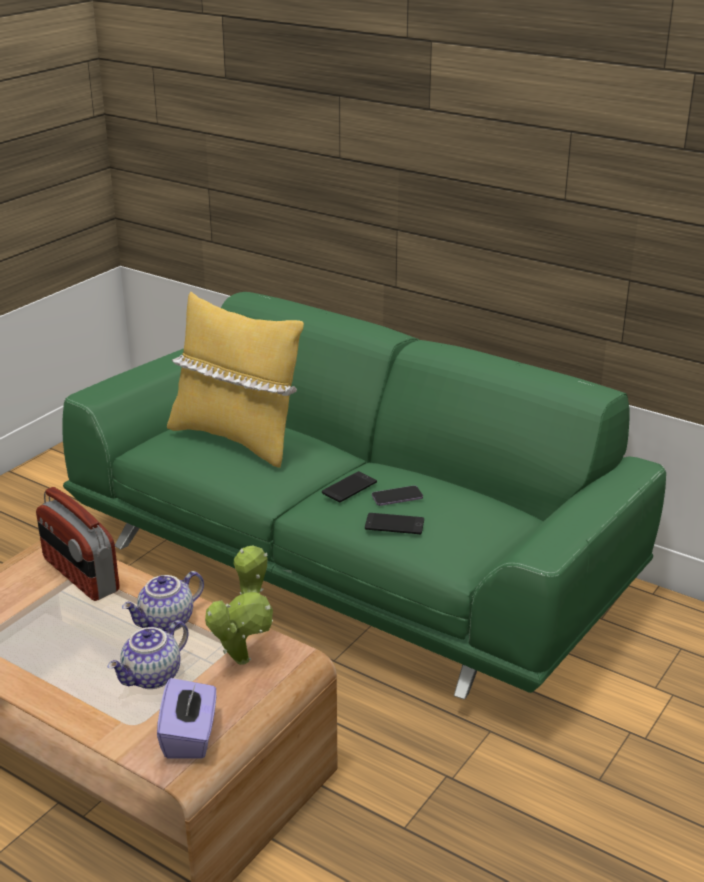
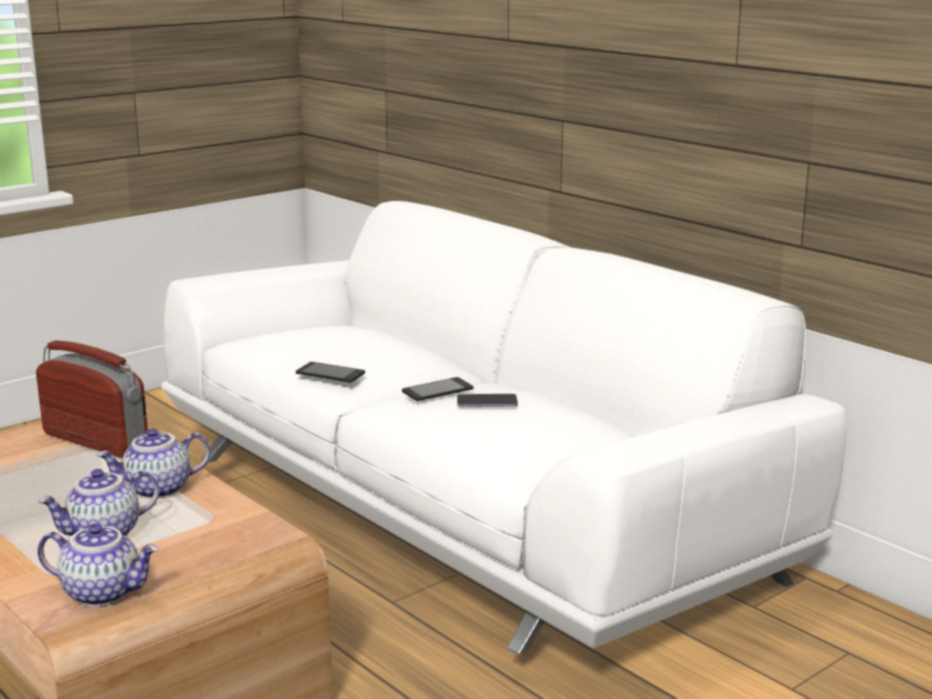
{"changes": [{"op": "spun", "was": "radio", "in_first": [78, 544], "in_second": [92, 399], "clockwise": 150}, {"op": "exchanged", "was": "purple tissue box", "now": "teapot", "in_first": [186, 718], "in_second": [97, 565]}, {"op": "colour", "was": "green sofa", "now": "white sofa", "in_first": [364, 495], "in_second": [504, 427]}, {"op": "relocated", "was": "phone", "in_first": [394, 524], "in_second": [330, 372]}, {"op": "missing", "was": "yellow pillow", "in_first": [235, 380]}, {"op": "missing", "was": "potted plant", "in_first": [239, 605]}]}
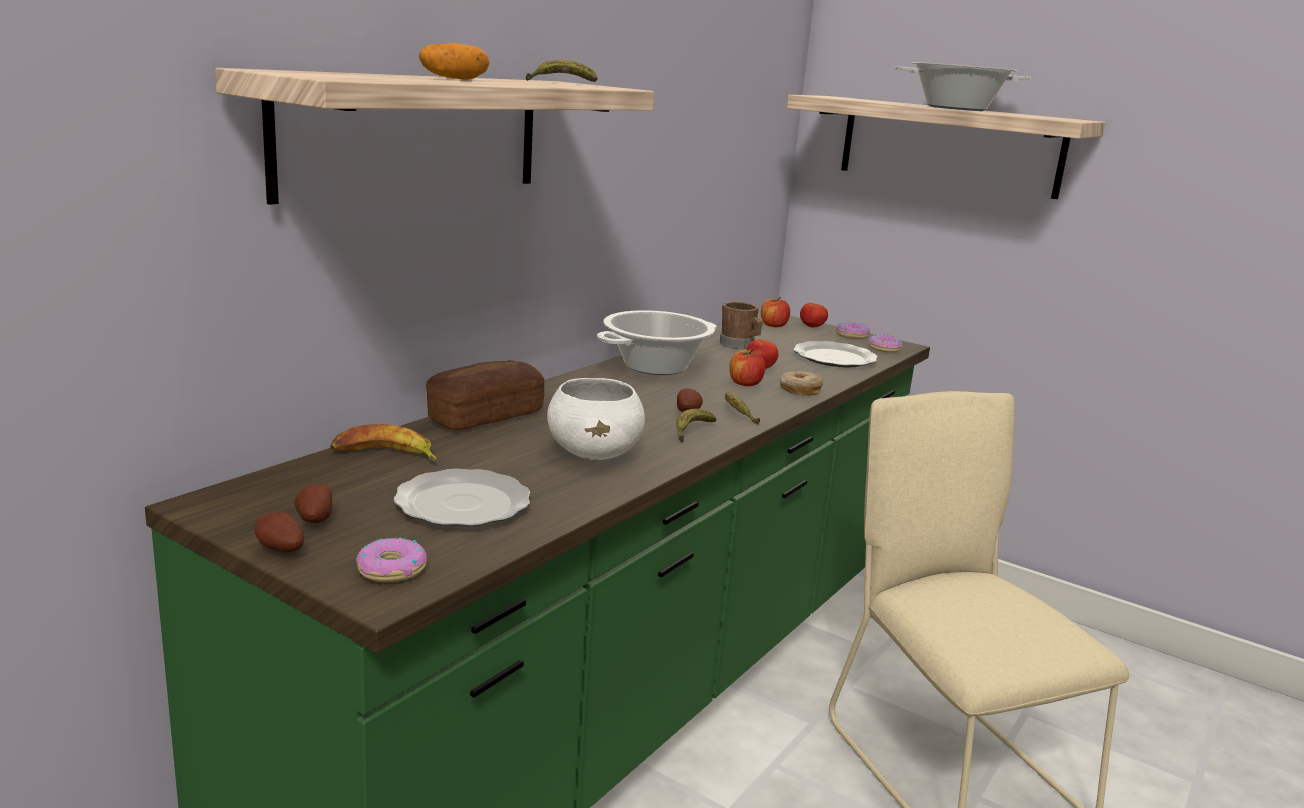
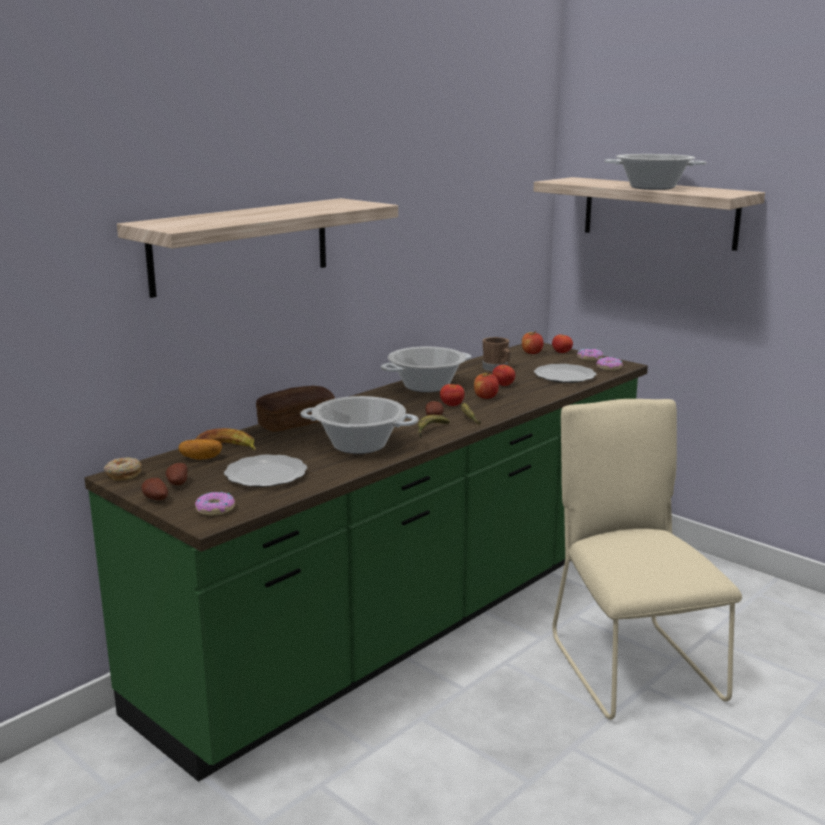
{"changes": [{"op": "relocated", "was": "donut", "in_first": [801, 383], "in_second": [123, 469]}, {"op": "relocated", "was": "potato", "in_first": [454, 61], "in_second": [200, 449]}, {"op": "exchanged", "was": "white bowl", "now": "cooking pot", "in_first": [596, 419], "in_second": [359, 425]}, {"op": "appeared", "now": "tomato", "in_second": [452, 395]}, {"op": "missing", "was": "banana", "in_first": [561, 71]}]}
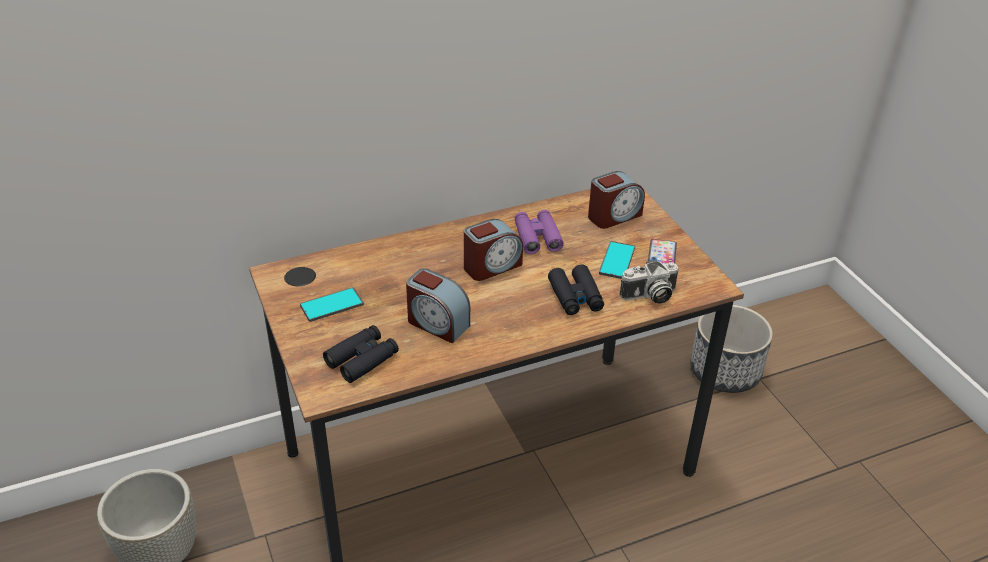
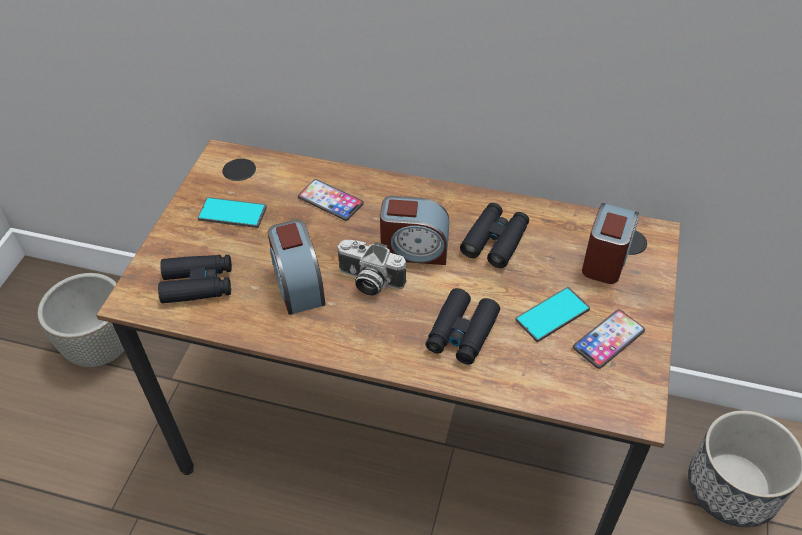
{"changes": [{"op": "appeared", "now": "phone", "in_second": [331, 200]}, {"op": "relocated", "was": "photo camera", "in_first": [648, 282], "in_second": [372, 268]}, {"op": "colour", "was": "purple binoculars", "now": "black binoculars", "in_first": [539, 232], "in_second": [494, 235]}, {"op": "spun", "was": "alarm clock", "in_first": [616, 200], "in_second": [611, 243], "clockwise": -75}]}
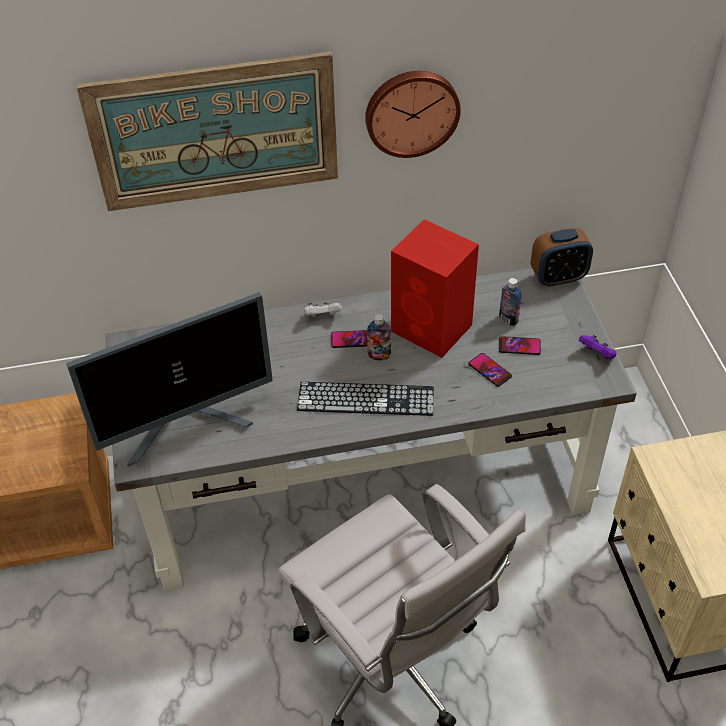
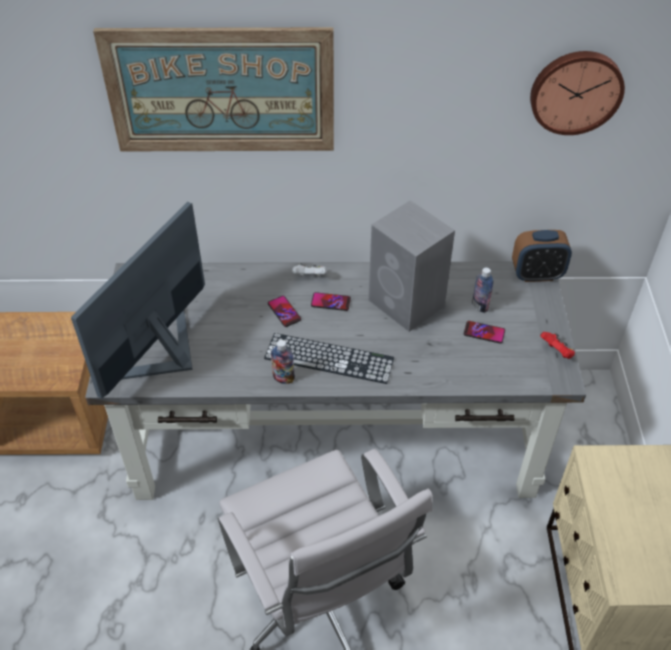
{"changes": [{"op": "spun", "was": "monitor", "in_first": [169, 379], "in_second": [138, 300], "clockwise": 135}, {"op": "relocated", "was": "phone", "in_first": [490, 370], "in_second": [284, 311]}, {"op": "relocated", "was": "bottle", "in_first": [379, 337], "in_second": [283, 362]}, {"op": "colour", "was": "red speaker", "now": "grey speaker", "in_first": [435, 288], "in_second": [411, 266]}, {"op": "relocated", "was": "wall clock", "in_first": [413, 114], "in_second": [577, 93]}, {"op": "colour", "was": "purple game controller", "now": "red game controller", "in_first": [597, 347], "in_second": [557, 345]}]}
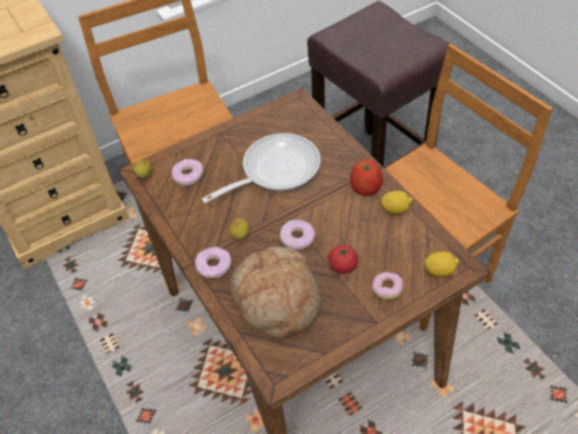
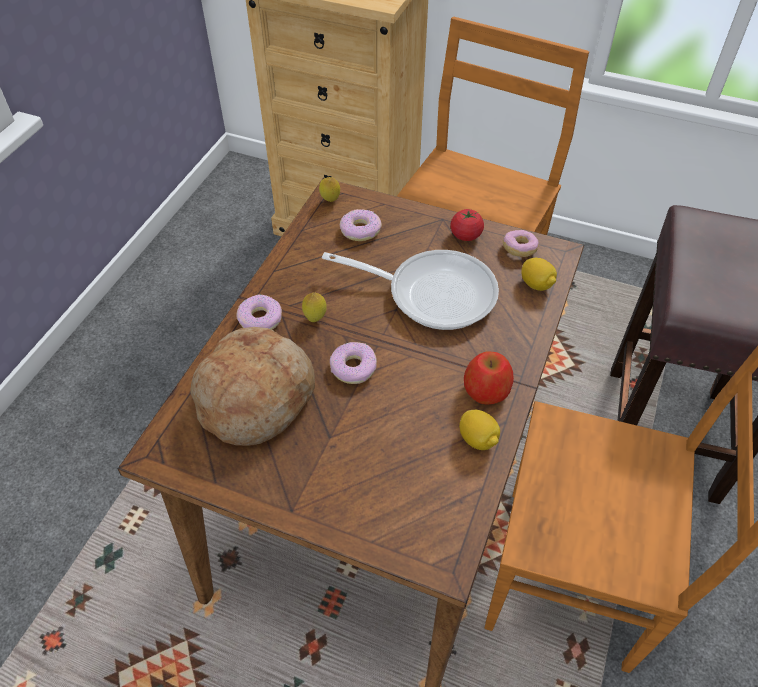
{"changes": [{"op": "relocated", "was": "tomato", "in_first": [343, 258], "in_second": [467, 225]}, {"op": "relocated", "was": "donut", "in_first": [388, 286], "in_second": [521, 243]}, {"op": "relocated", "was": "lemon", "in_first": [441, 264], "in_second": [539, 274]}]}
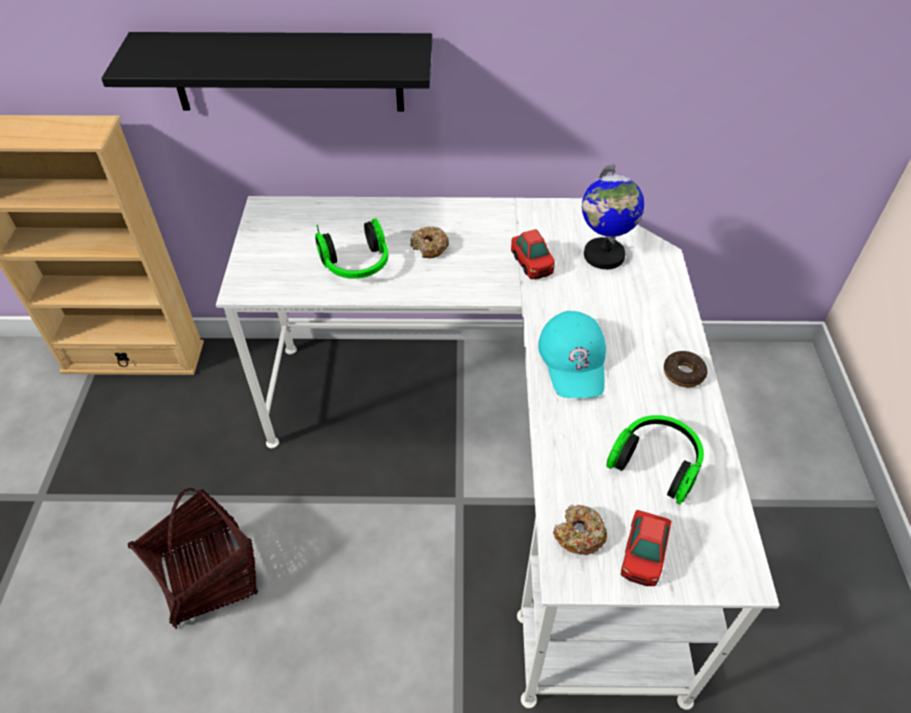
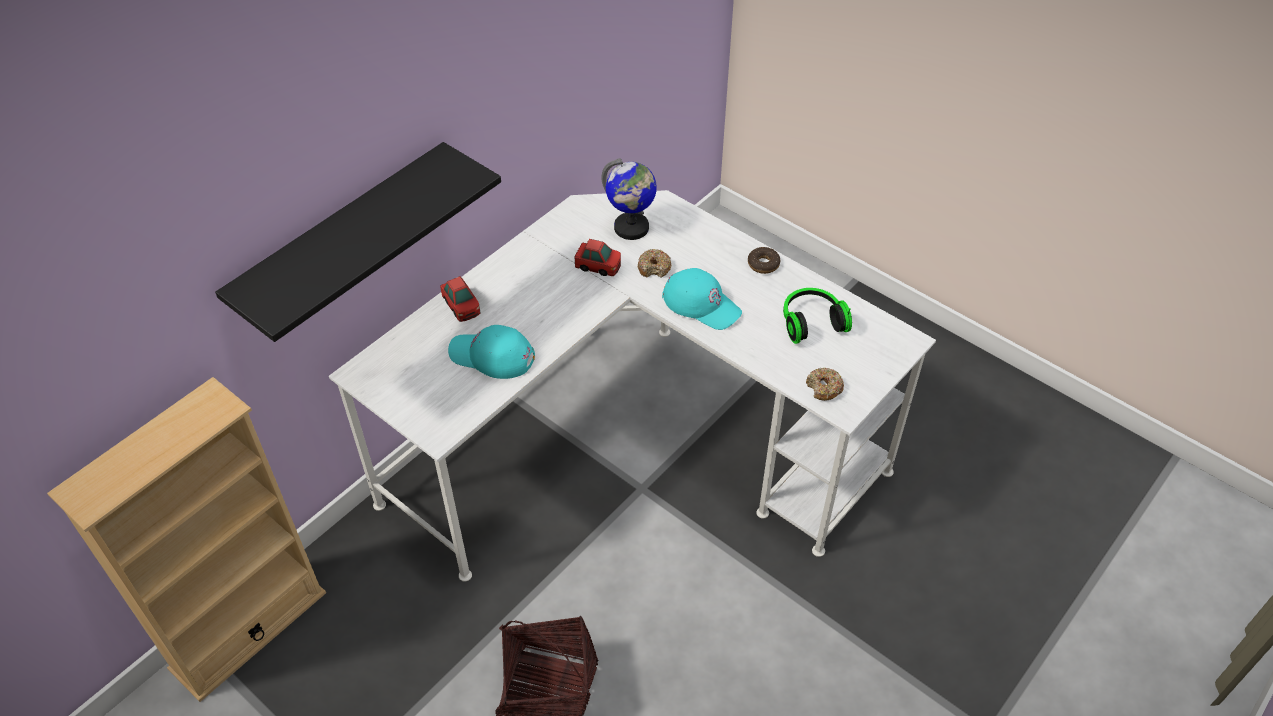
{"changes": [{"op": "relocated", "was": "toy car", "in_first": [646, 548], "in_second": [460, 299]}, {"op": "exchanged", "was": "headphones", "now": "turquoise cap", "in_first": [351, 248], "in_second": [491, 352]}, {"op": "relocated", "was": "donut", "in_first": [430, 242], "in_second": [654, 263]}]}
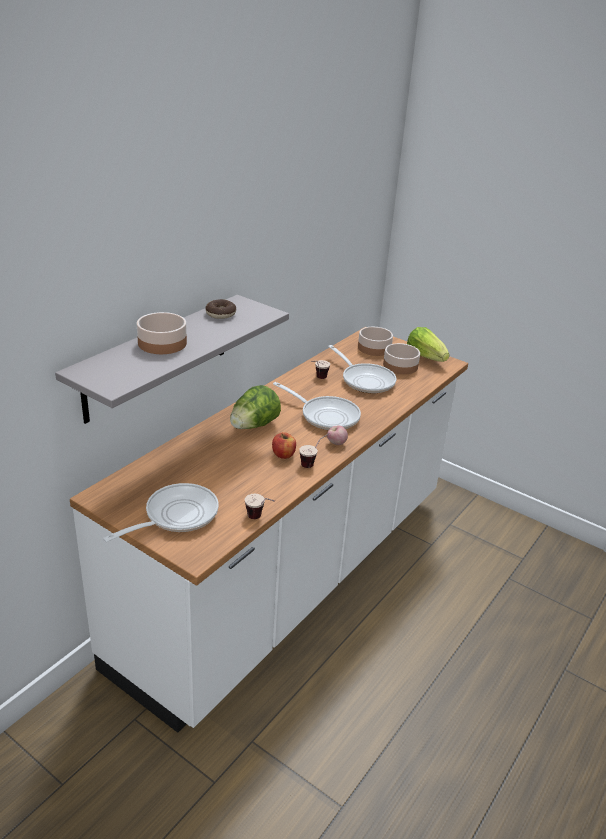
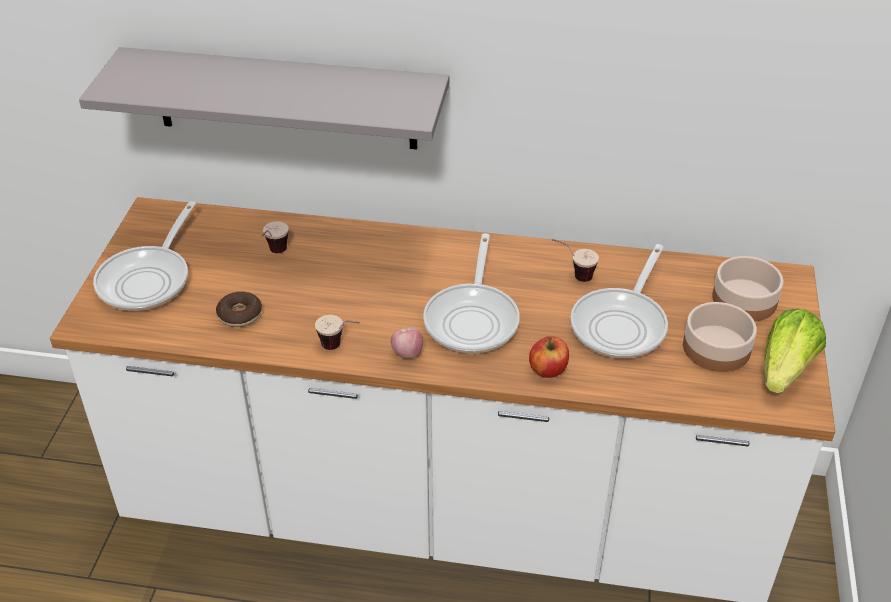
{"changes": [{"op": "spun", "was": "frying pan", "in_first": [161, 512], "in_second": [144, 256], "clockwise": 90}, {"op": "relocated", "was": "donut", "in_first": [220, 309], "in_second": [239, 309]}, {"op": "relocated", "was": "cup", "in_first": [260, 506], "in_second": [275, 237]}, {"op": "relocated", "was": "apple", "in_first": [284, 445], "in_second": [549, 357]}, {"op": "missing", "was": "bowl", "in_first": [162, 333]}, {"op": "missing", "was": "lettuce", "in_first": [255, 407]}]}
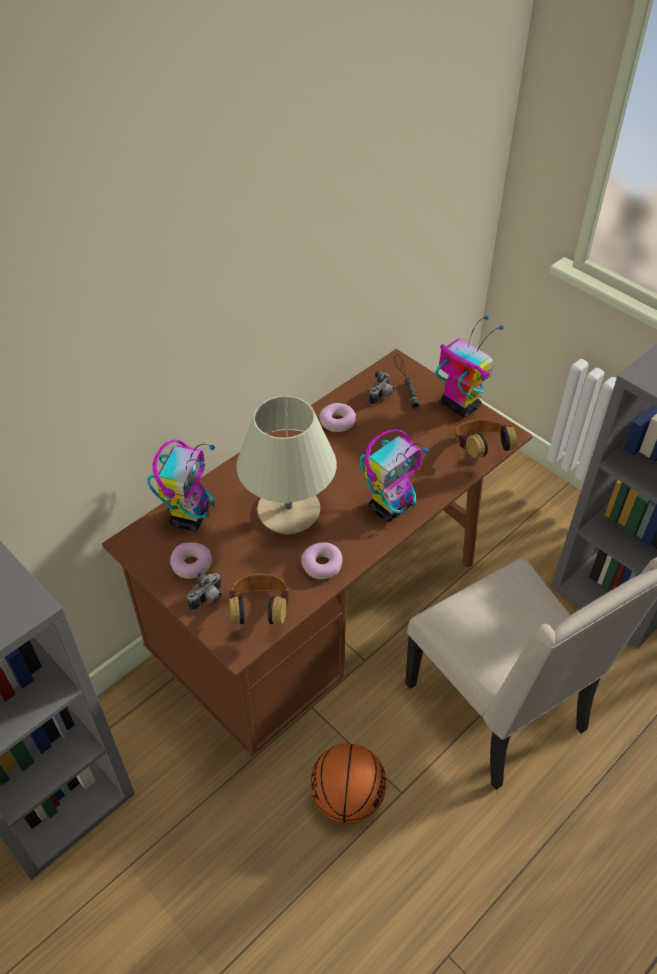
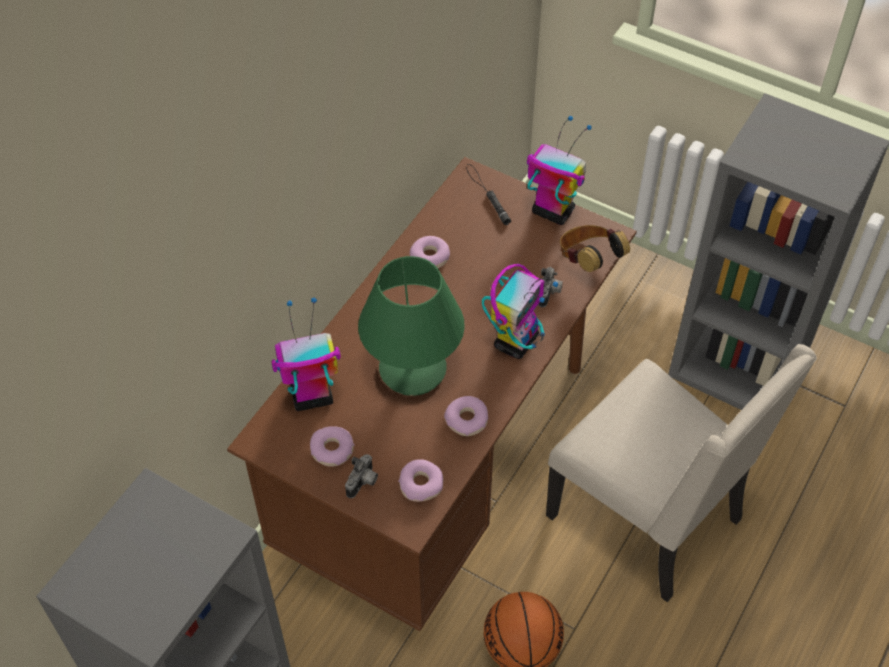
{"changes": [{"op": "spun", "was": "toy robot", "in_first": [181, 485], "in_second": [306, 354], "clockwise": -105}, {"op": "colour", "was": "beige table lamp", "now": "green table lamp", "in_first": [286, 465], "in_second": [411, 326]}, {"op": "exchanged", "was": "headphones", "now": "donut", "in_first": [259, 599], "in_second": [420, 480]}, {"op": "relocated", "was": "photo camera", "in_first": [381, 387], "in_second": [550, 287]}]}
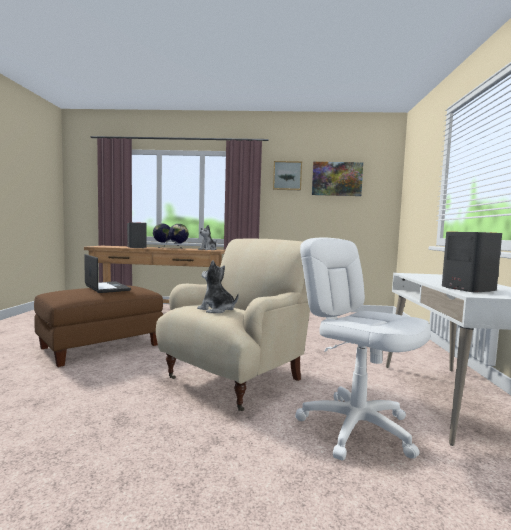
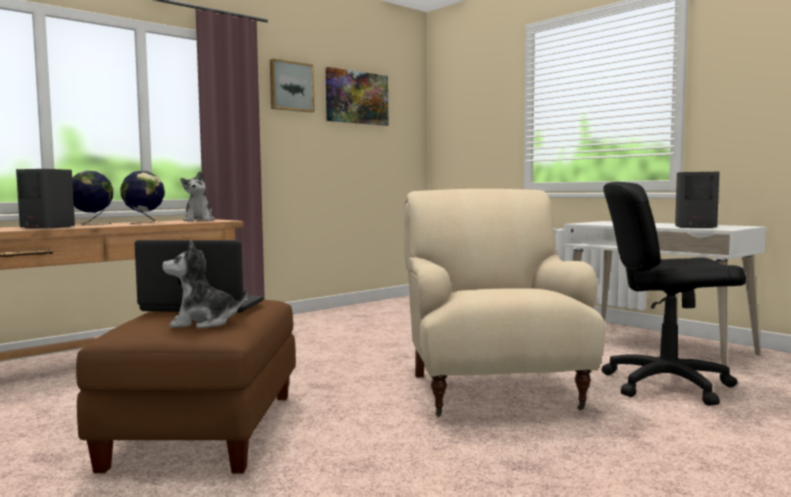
{"changes": [{"op": "relocated", "was": "plush toy", "in_first": [218, 286], "in_second": [204, 284]}, {"op": "colour", "was": "white office chair", "now": "black office chair", "in_first": [363, 349], "in_second": [674, 294]}]}
